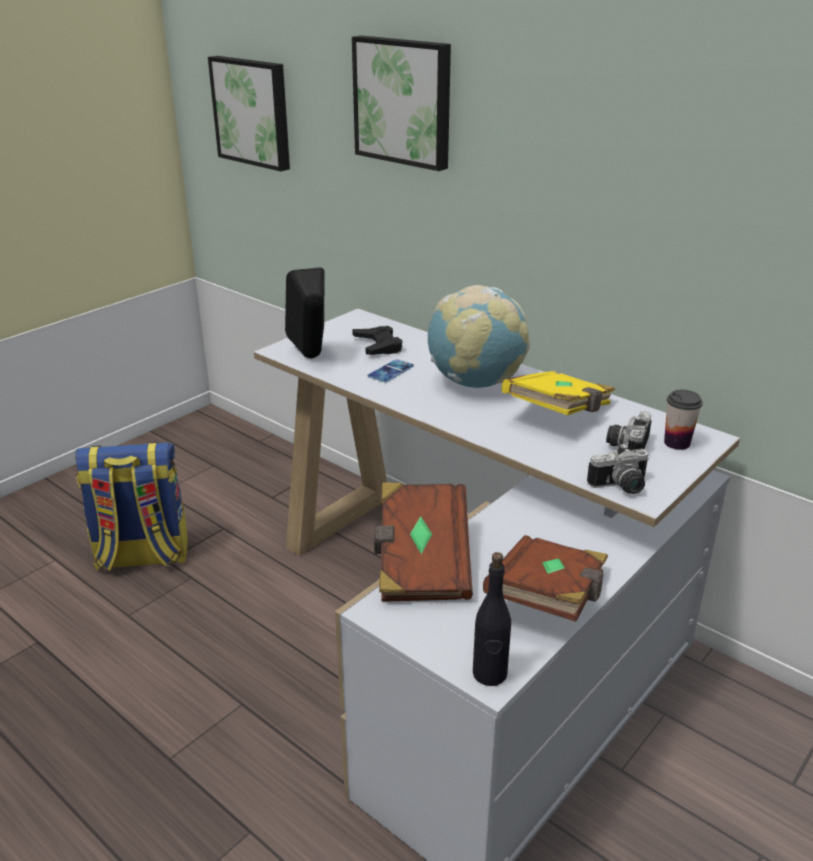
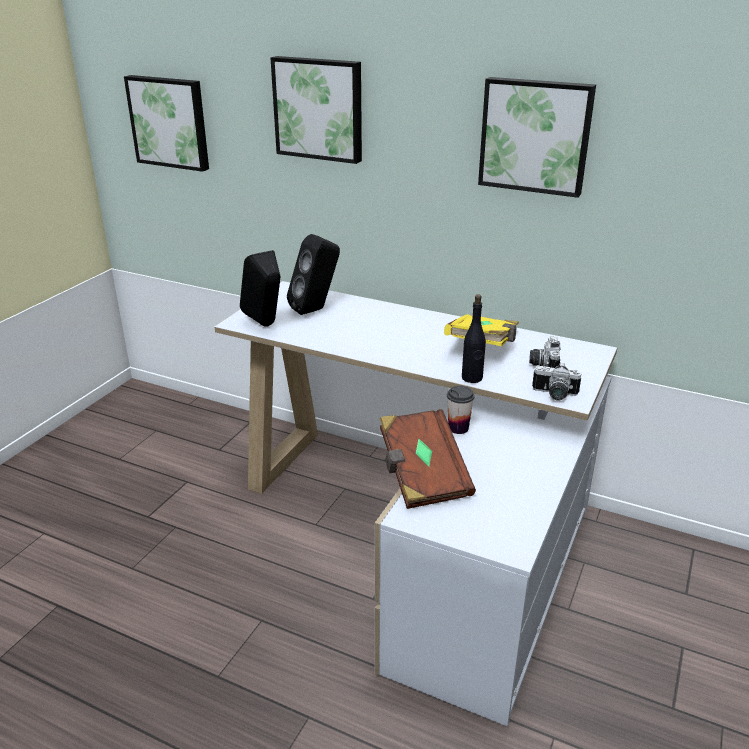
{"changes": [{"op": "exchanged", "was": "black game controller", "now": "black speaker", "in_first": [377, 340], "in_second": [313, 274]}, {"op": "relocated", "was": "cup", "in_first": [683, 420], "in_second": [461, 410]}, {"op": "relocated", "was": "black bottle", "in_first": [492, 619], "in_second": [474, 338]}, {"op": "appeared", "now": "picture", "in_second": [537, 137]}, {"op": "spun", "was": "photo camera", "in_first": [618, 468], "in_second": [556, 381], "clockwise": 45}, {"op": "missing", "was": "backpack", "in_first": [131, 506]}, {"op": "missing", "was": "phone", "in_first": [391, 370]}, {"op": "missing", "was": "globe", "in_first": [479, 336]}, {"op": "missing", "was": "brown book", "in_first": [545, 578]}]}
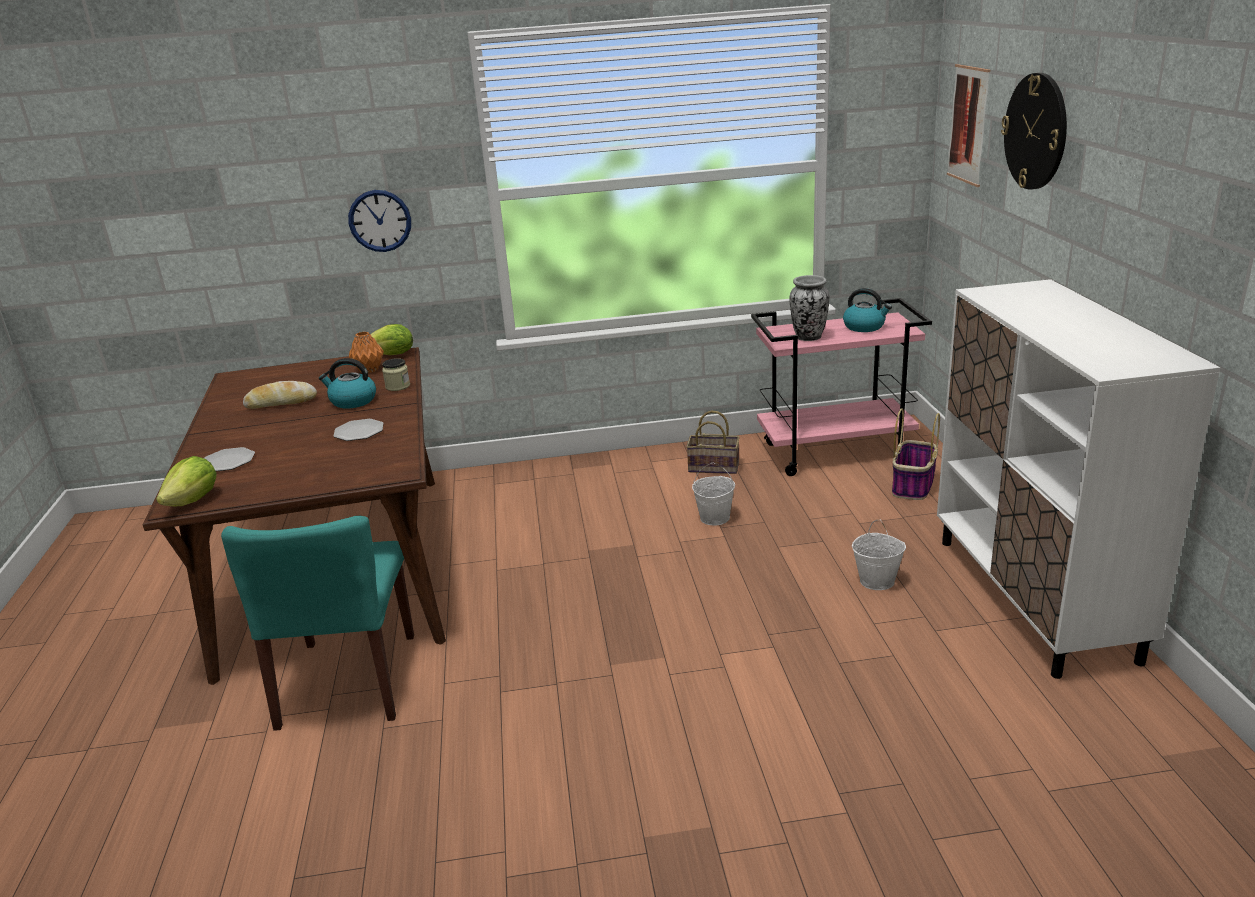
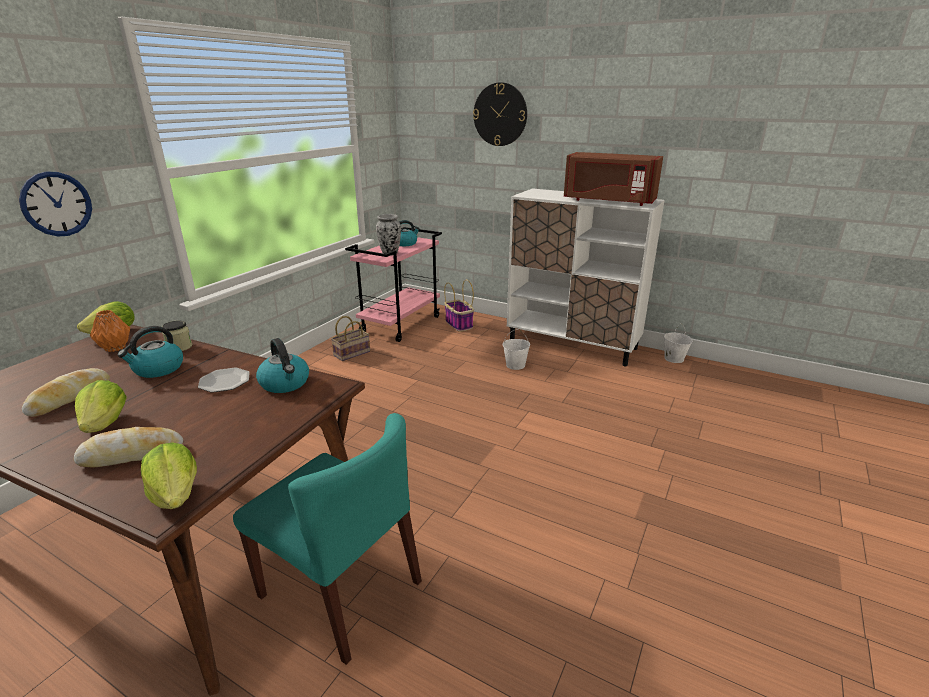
{"changes": [{"op": "exchanged", "was": "plate", "now": "bread", "in_first": [229, 459], "in_second": [128, 447]}, {"op": "appeared", "now": "lettuce", "in_second": [101, 406]}, {"op": "appeared", "now": "kettle", "in_second": [282, 365]}, {"op": "appeared", "now": "brown microwave", "in_second": [613, 179]}, {"op": "relocated", "was": "white bucket", "in_first": [713, 494], "in_second": [678, 343]}, {"op": "missing", "was": "picture", "in_first": [968, 125]}]}
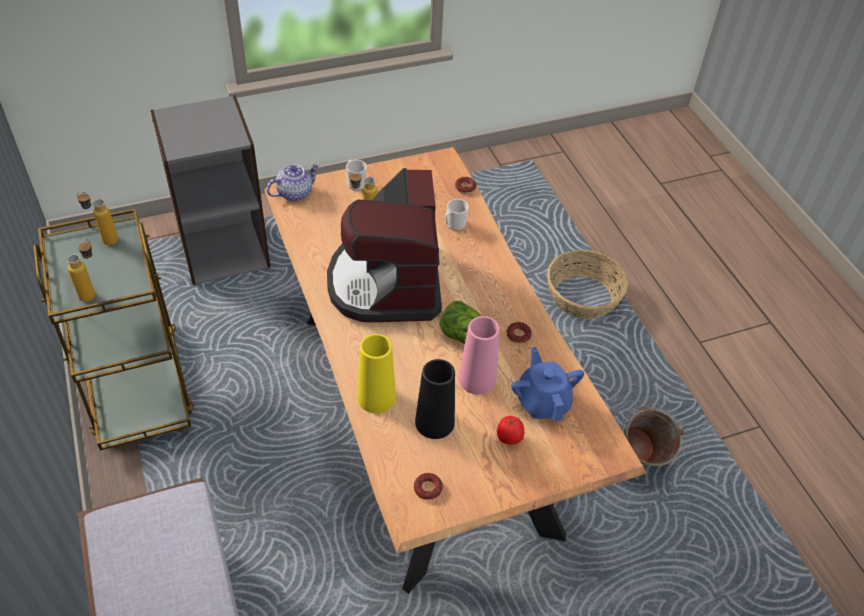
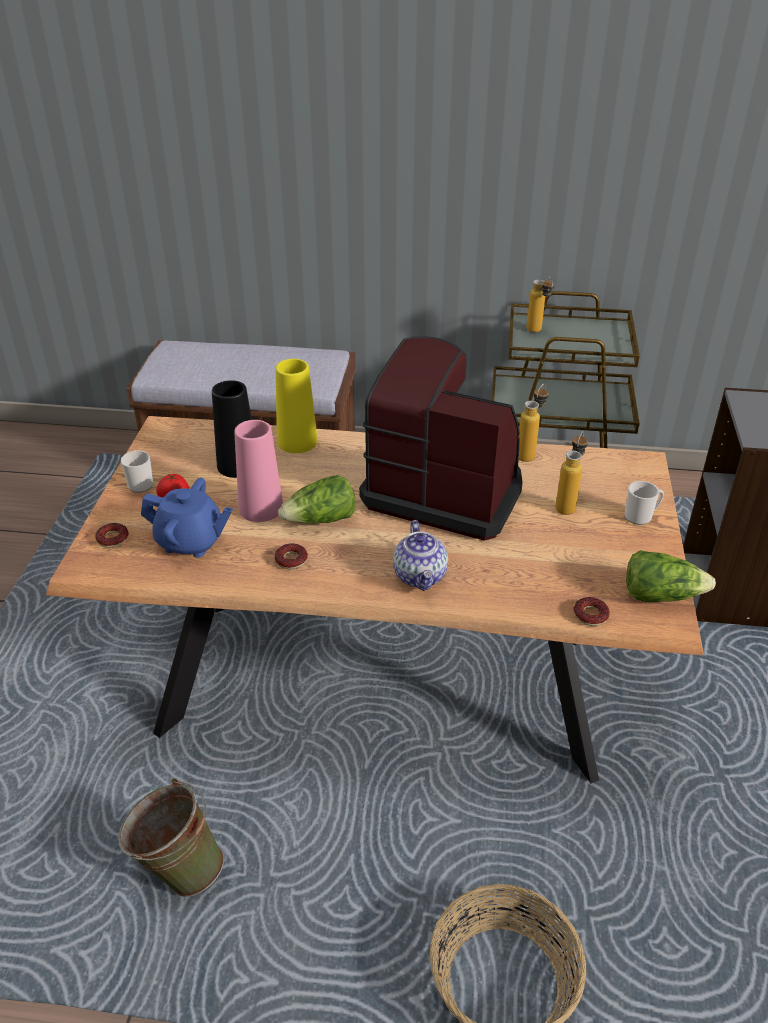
{"changes": [{"op": "relocated", "was": "donut", "in_first": [428, 486], "in_second": [112, 535]}, {"op": "relocated", "was": "mug", "in_first": [457, 215], "in_second": [137, 471]}, {"op": "relocated", "was": "teapot", "in_first": [293, 182], "in_second": [420, 555]}, {"op": "relocated", "was": "bottle", "in_first": [97, 218], "in_second": [533, 423]}, {"op": "appeared", "now": "lettuce", "in_second": [671, 576]}]}
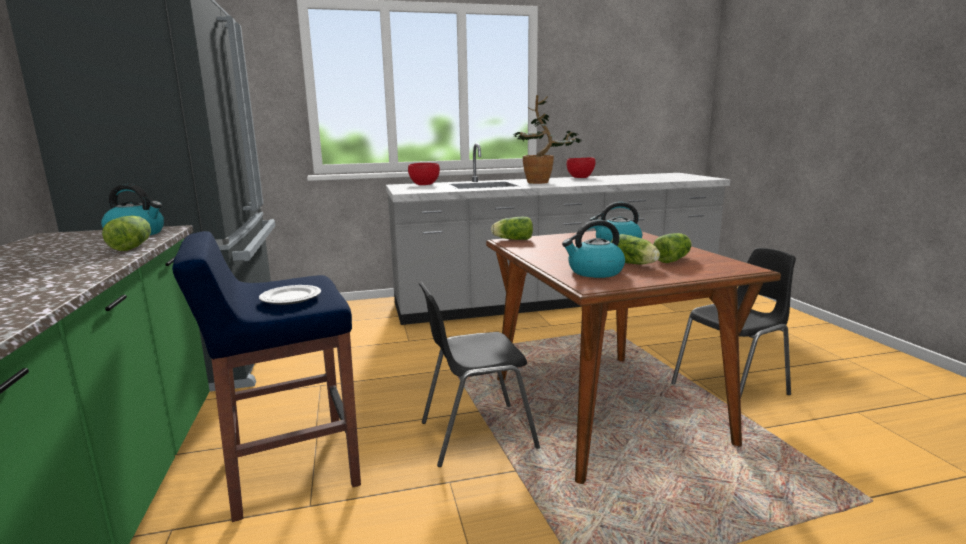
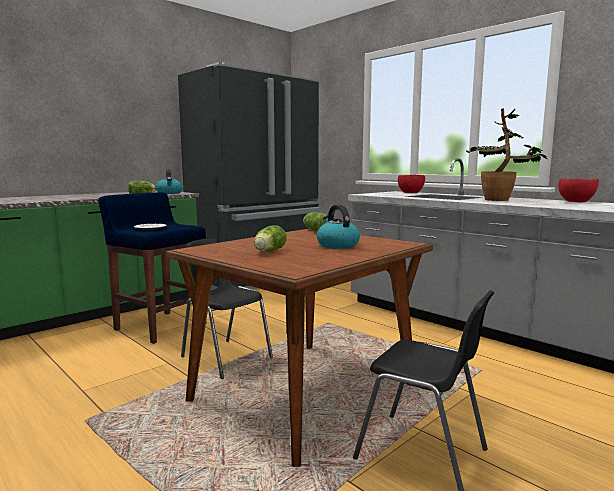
{"changes": [{"op": "missing", "was": "kettle", "in_first": [593, 249]}, {"op": "missing", "was": "lettuce", "in_first": [672, 248]}]}
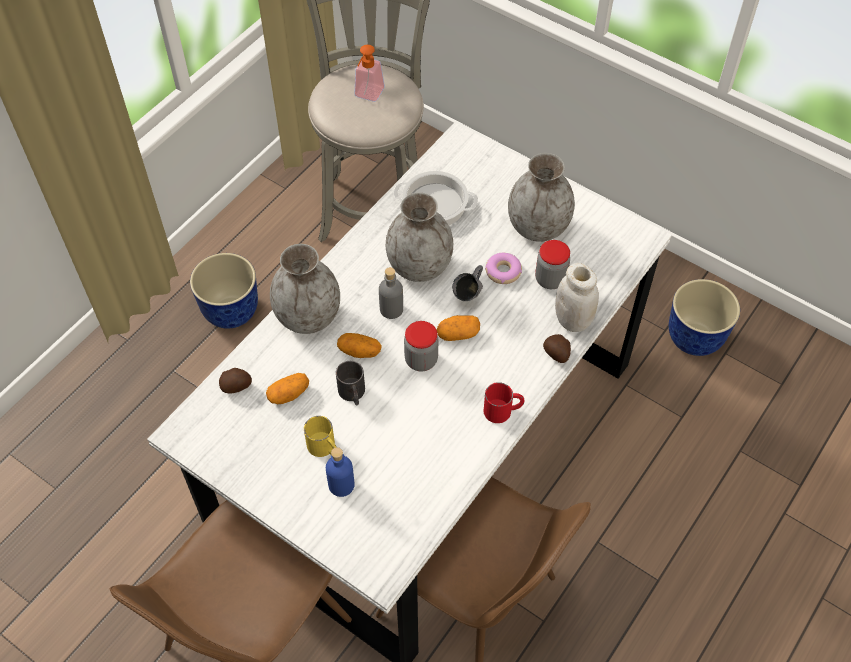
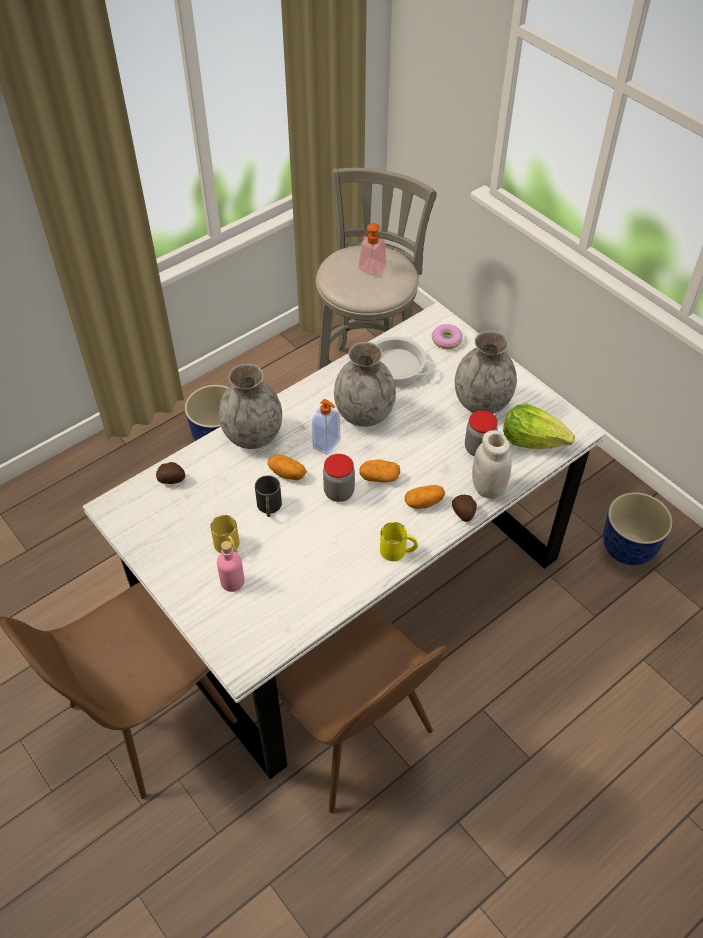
{"changes": [{"op": "colour", "was": "blue bottle", "now": "pink bottle", "in_first": [340, 472], "in_second": [231, 566]}, {"op": "exchanged", "was": "grey bottle", "now": "soap dispenser", "in_first": [391, 293], "in_second": [326, 427]}, {"op": "colour", "was": "red mug", "now": "yellow mug", "in_first": [504, 402], "in_second": [399, 541]}, {"op": "relocated", "was": "potato", "in_first": [287, 388], "in_second": [425, 497]}, {"op": "relocated", "was": "donut", "in_first": [503, 268], "in_second": [447, 336]}, {"op": "appeared", "now": "lettuce", "in_second": [539, 426]}, {"op": "missing", "was": "grey mug", "in_first": [467, 283]}]}
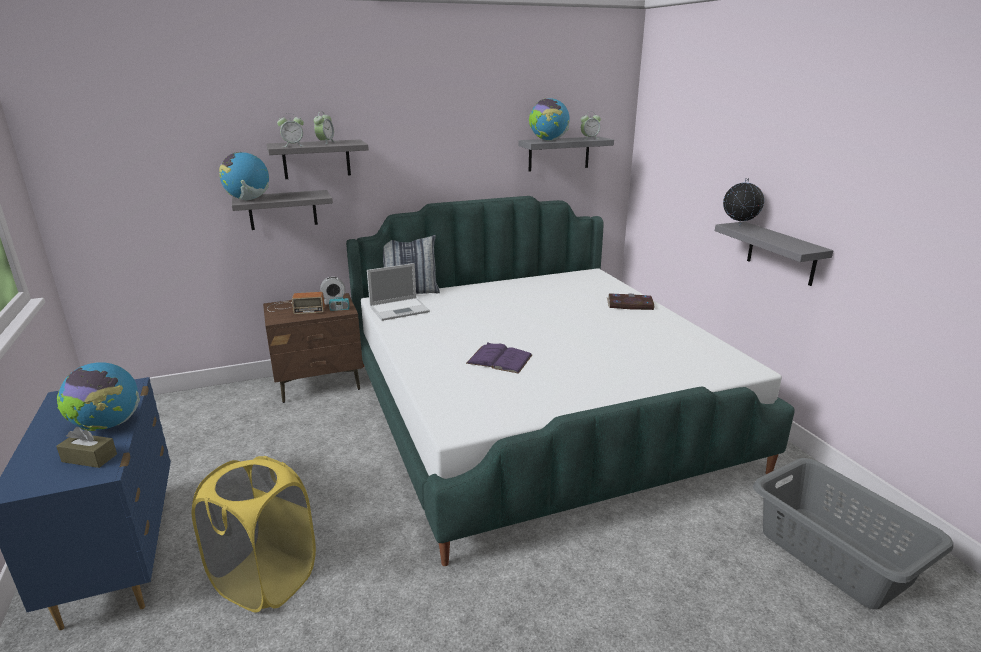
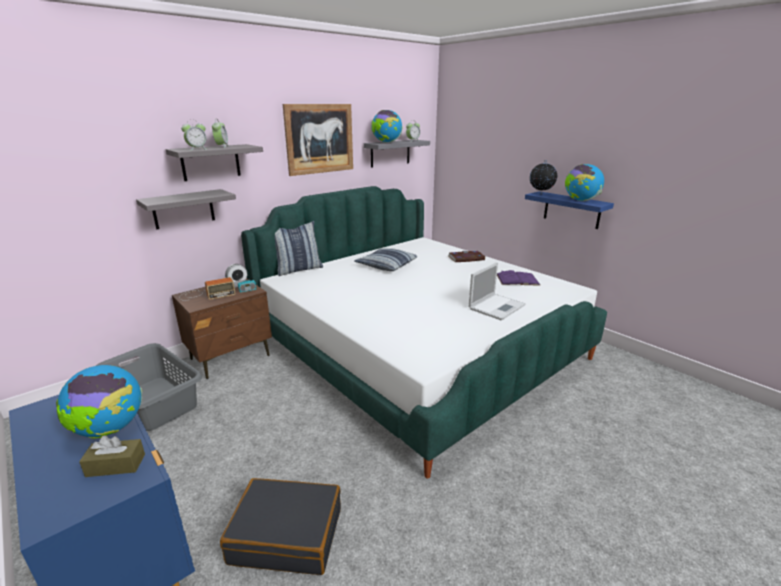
{"changes": [{"op": "relocated", "was": "grey laundry basket", "in_first": [853, 533], "in_second": [149, 387]}, {"op": "exchanged", "was": "yellow laundry basket", "now": "black suitcase", "in_first": [254, 534], "in_second": [280, 526]}, {"op": "appeared", "now": "picture", "in_second": [318, 140]}, {"op": "appeared", "now": "pillow", "in_second": [385, 259]}, {"op": "relocated", "was": "laptop", "in_first": [398, 292], "in_second": [497, 291]}, {"op": "relocated", "was": "purple book", "in_first": [499, 358], "in_second": [518, 277]}, {"op": "colour", "was": "grey shelf", "now": "blue shelf", "in_first": [774, 253], "in_second": [569, 210]}, {"op": "relocated", "was": "globe", "in_first": [244, 176], "in_second": [584, 182]}]}
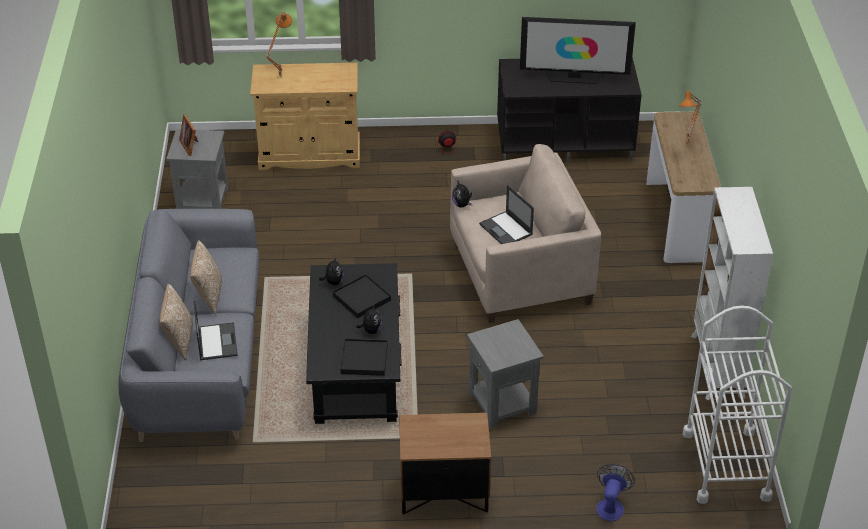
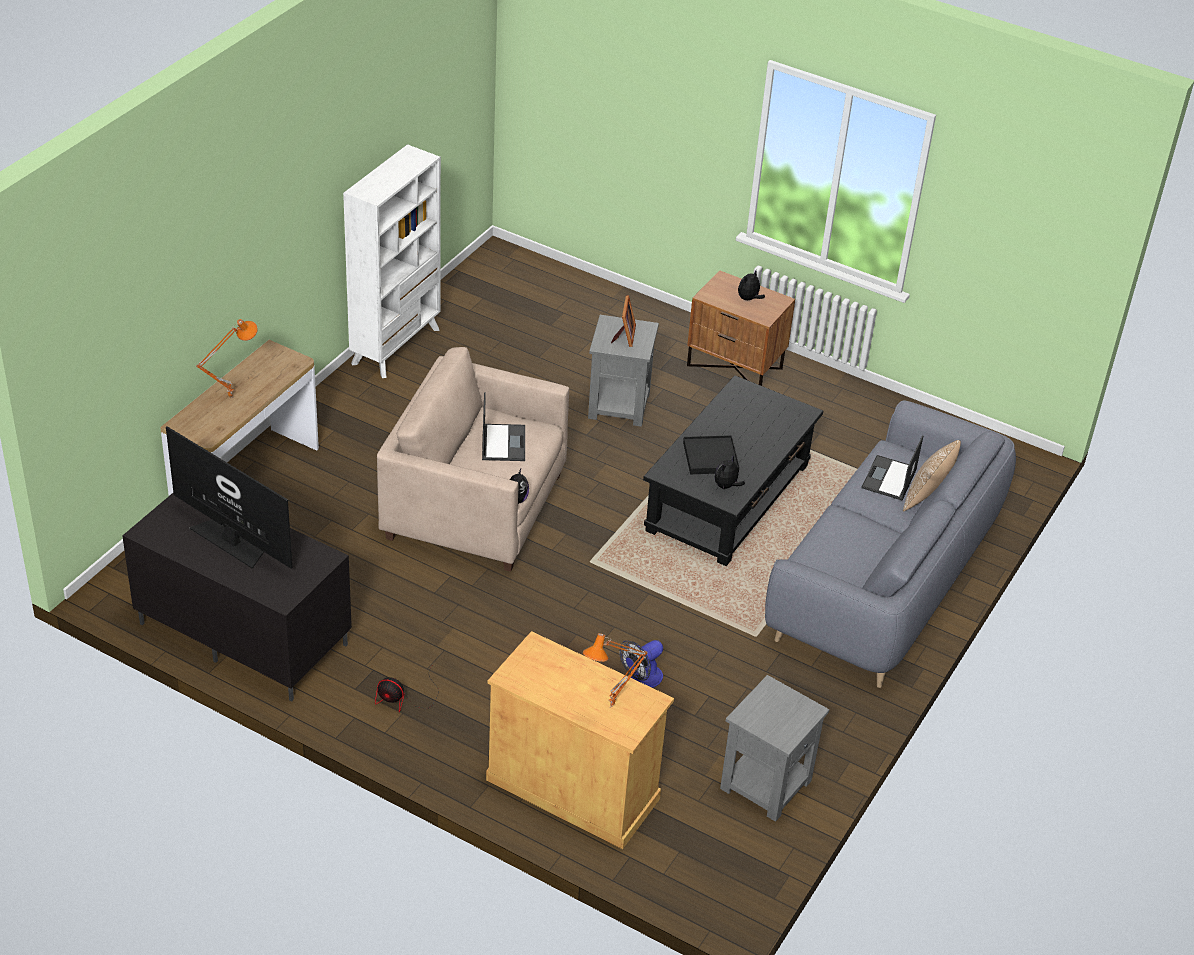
{"changes": [{"op": "relocated", "was": "picture frame", "in_first": [188, 135], "in_second": [623, 321]}, {"op": "relocated", "was": "fan", "in_first": [615, 492], "in_second": [641, 664]}, {"op": "relocated", "was": "plush toy", "in_first": [369, 319], "in_second": [751, 285]}, {"op": "missing", "was": "pillow", "in_first": [206, 277]}, {"op": "missing", "was": "black tray", "in_first": [364, 357]}, {"op": "missing", "was": "white cart", "in_first": [737, 405]}]}
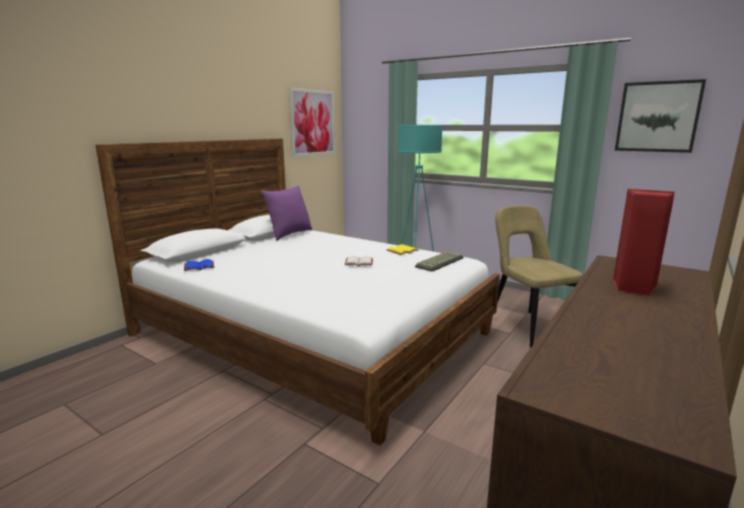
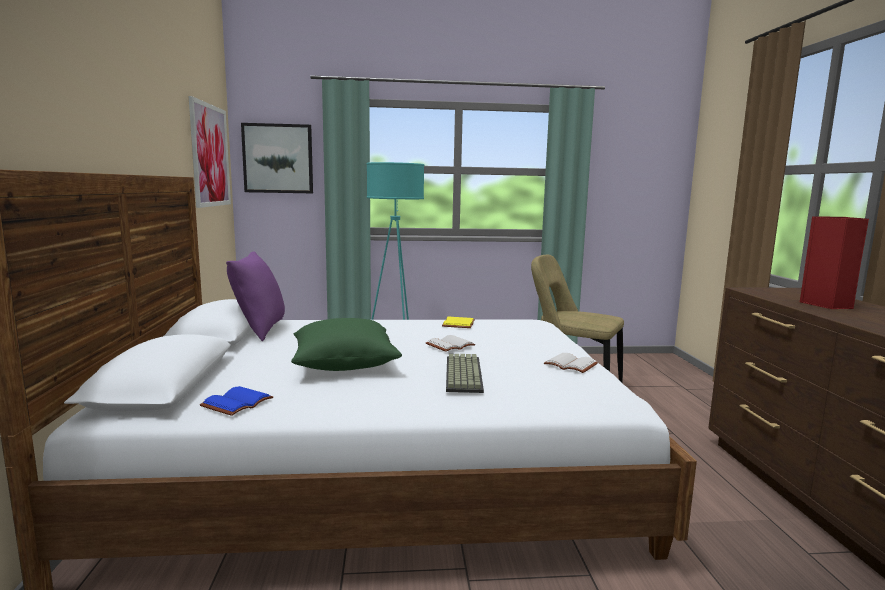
{"changes": [{"op": "relocated", "was": "picture", "in_first": [660, 116], "in_second": [277, 158]}, {"op": "appeared", "now": "green pillow", "in_second": [346, 344]}, {"op": "relocated", "was": "keyboard", "in_first": [439, 261], "in_second": [465, 373]}, {"op": "appeared", "now": "white book", "in_second": [571, 363]}]}
